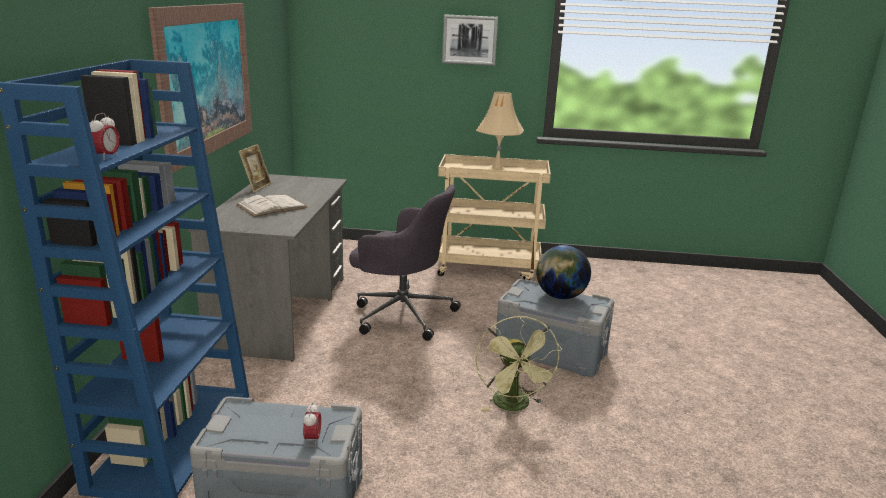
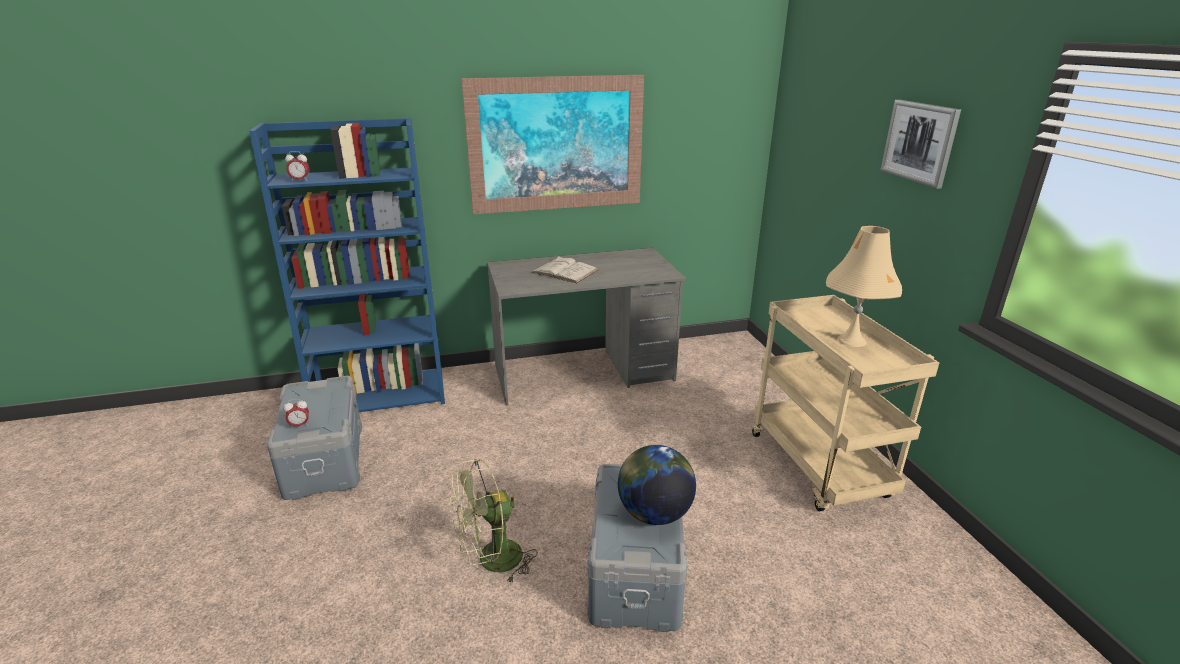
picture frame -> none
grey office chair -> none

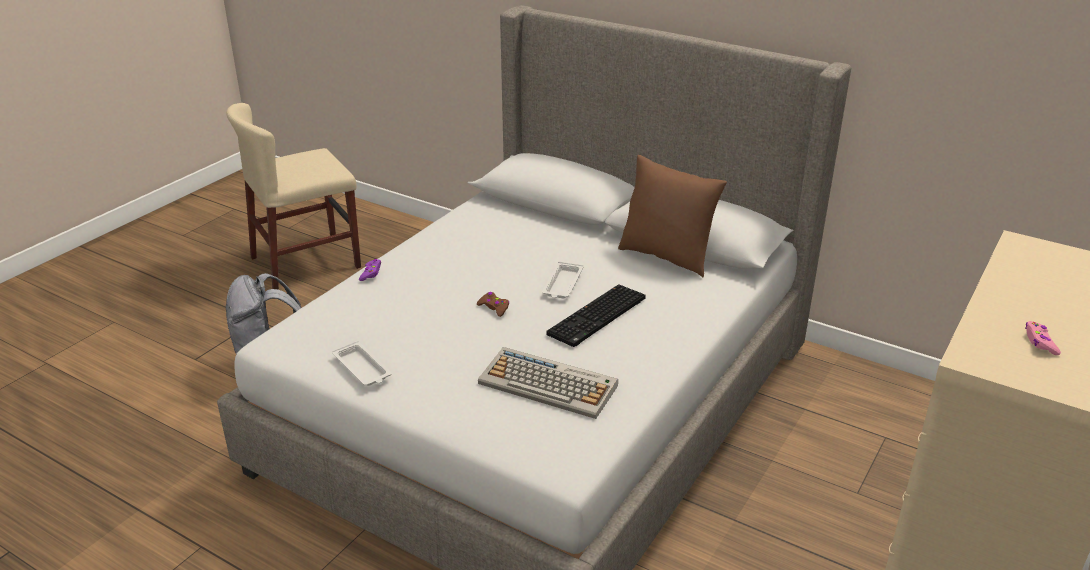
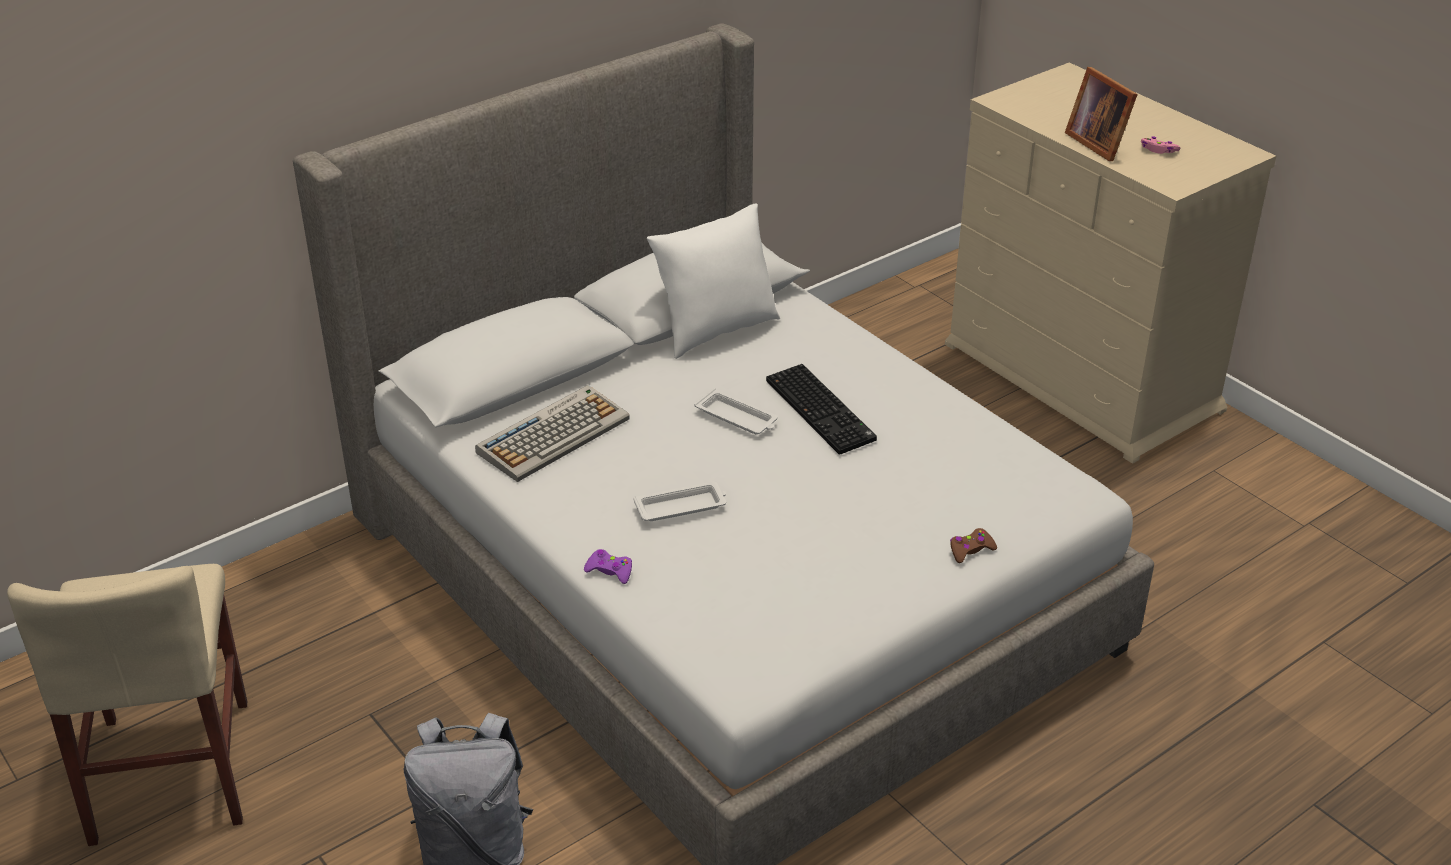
white tray (1st from left), move
brown game controller, move
keyboard (1st from left), move
brown pillow -> white pillow
none -> picture frame

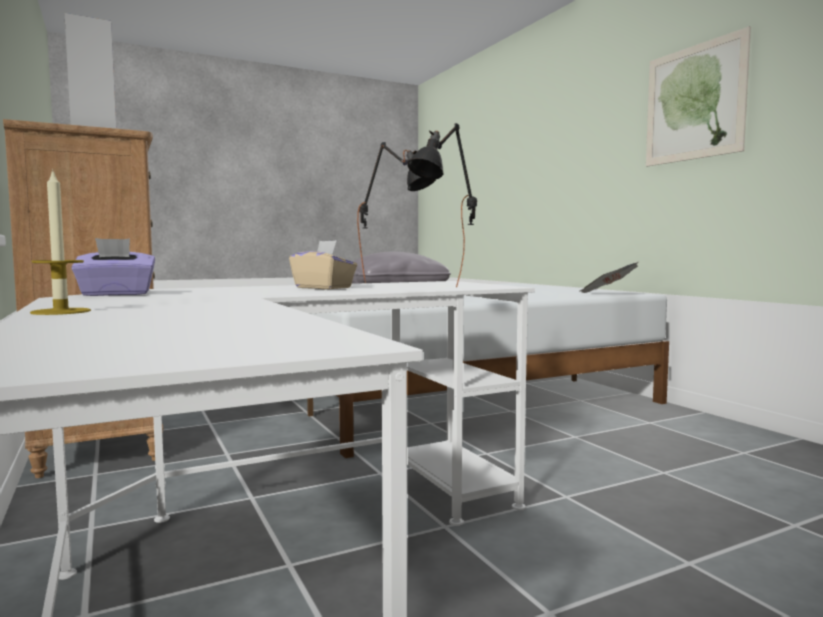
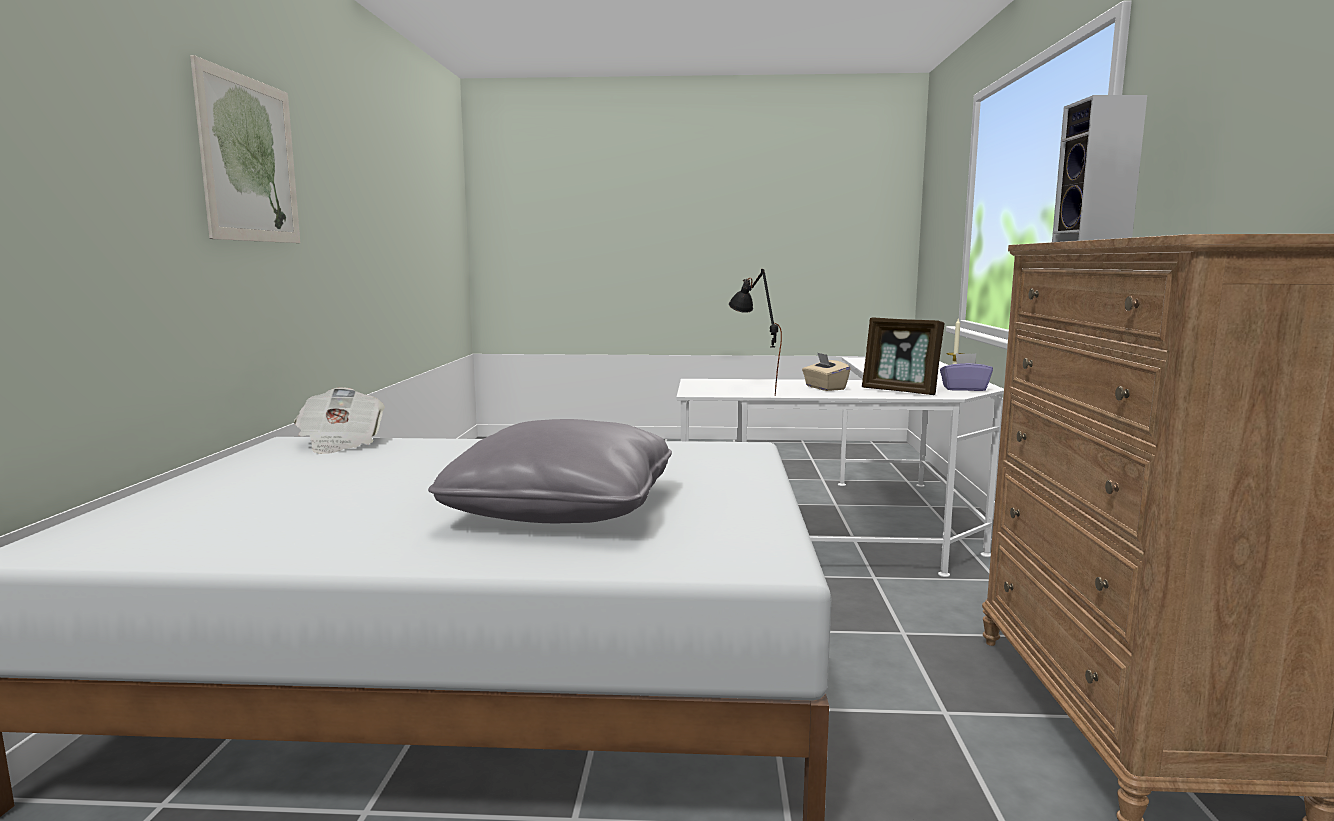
black table lamp (2nd from left) -> none
none -> picture frame

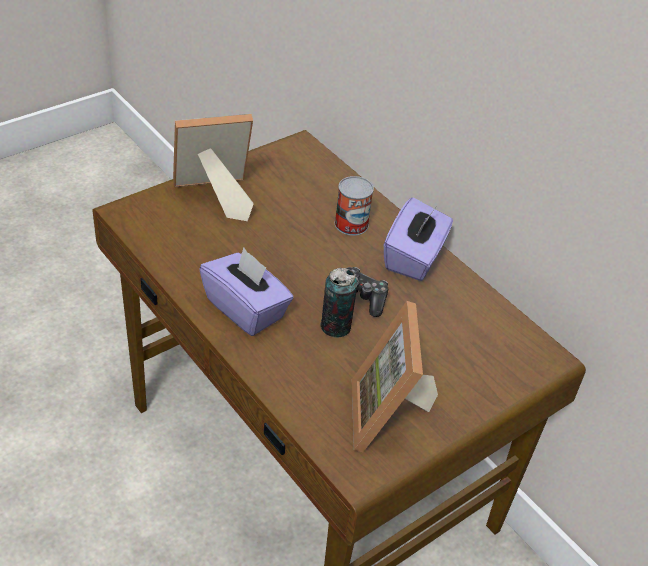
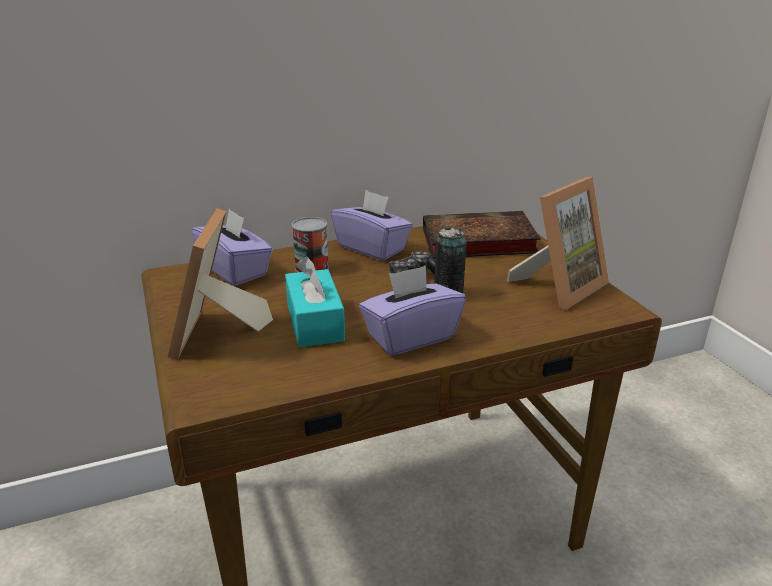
picture frame (2nd from left), 60 degrees counterclockwise
none -> purple tissue box (1st from left)
none -> turquoise tissue box
none -> book

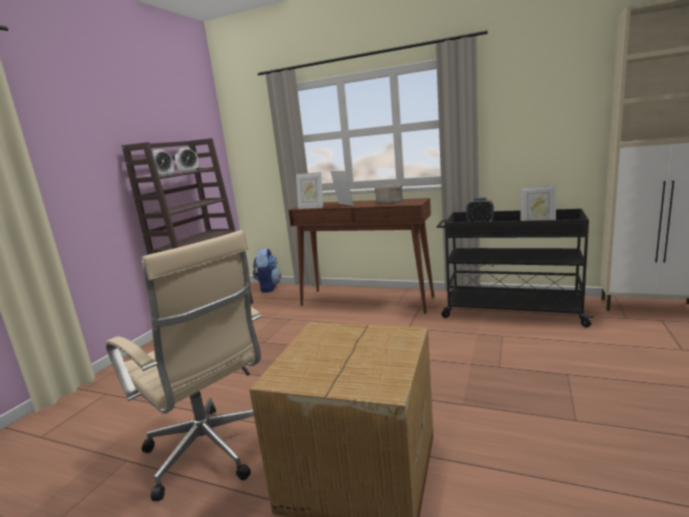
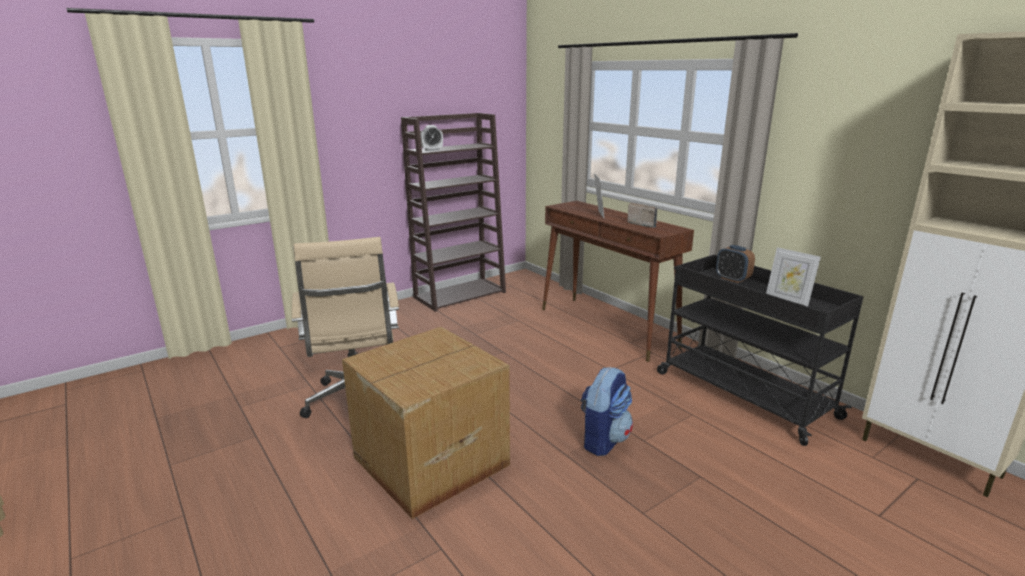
alarm clock (2nd from left) -> none
backpack, move
picture frame (1st from left) -> none

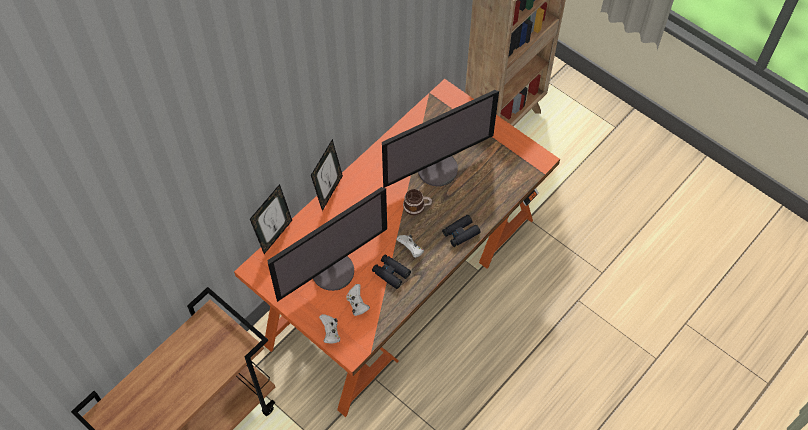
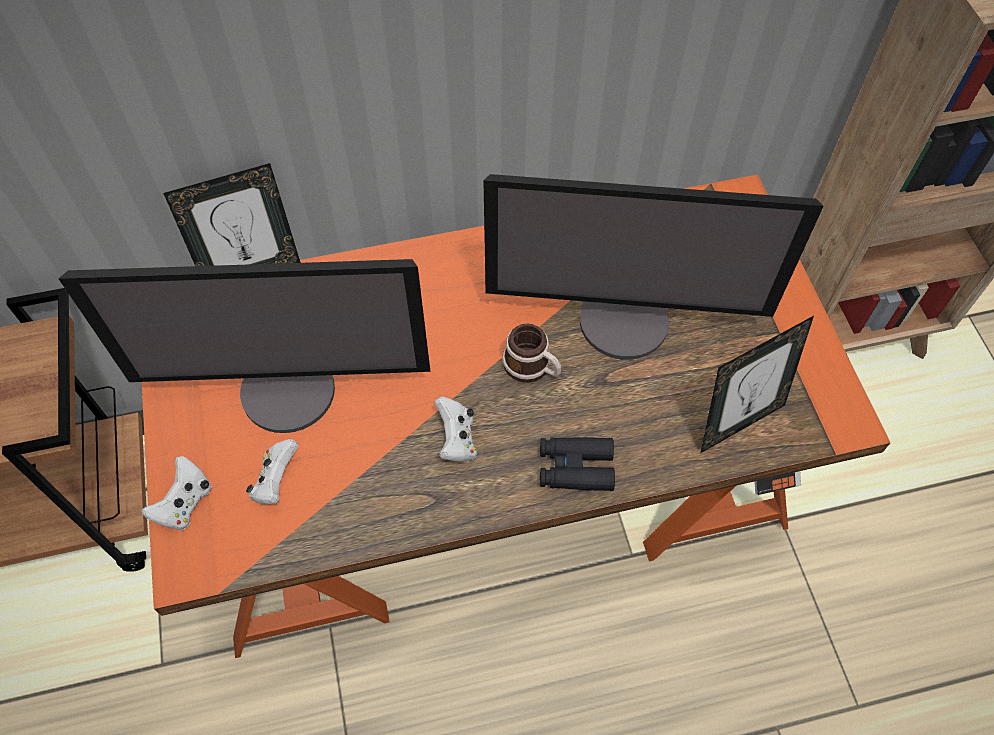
picture frame (2nd from left), move
black binoculars (1st from left) -> none

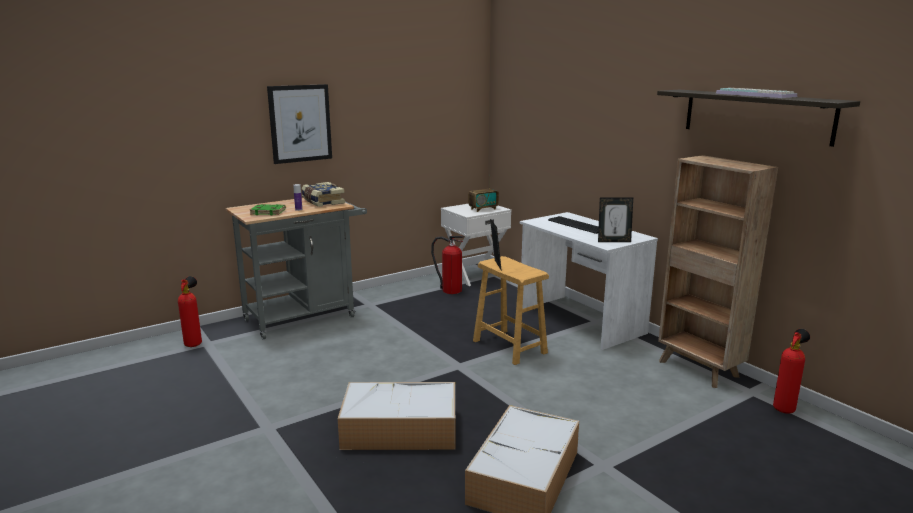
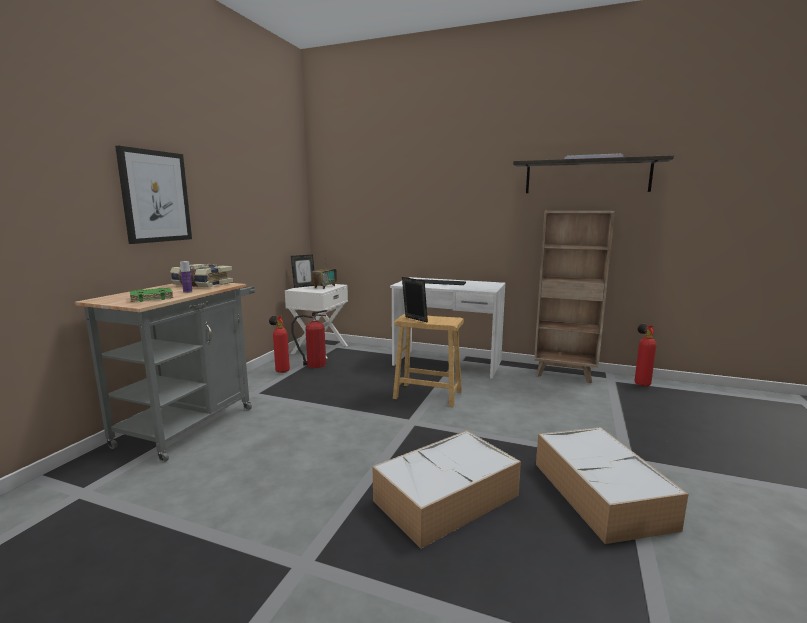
fire extinguisher (1st from left), move
picture frame (2nd from left in the first image) -> picture frame (1st from left), move

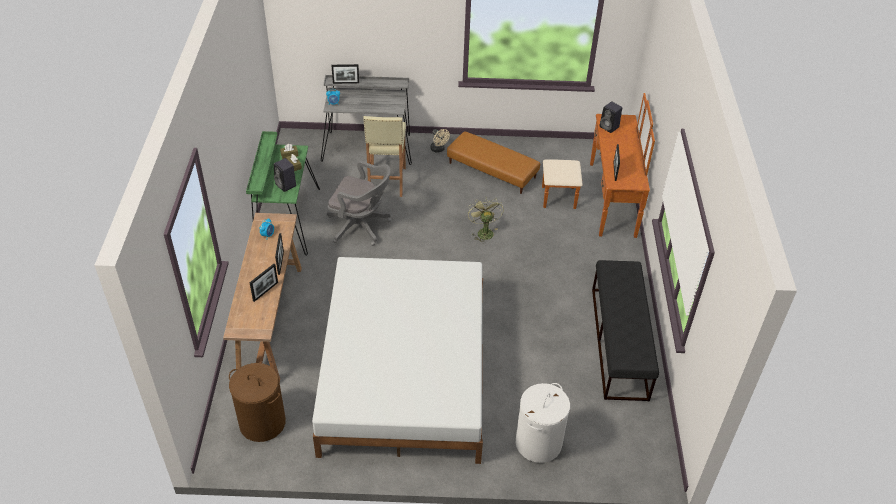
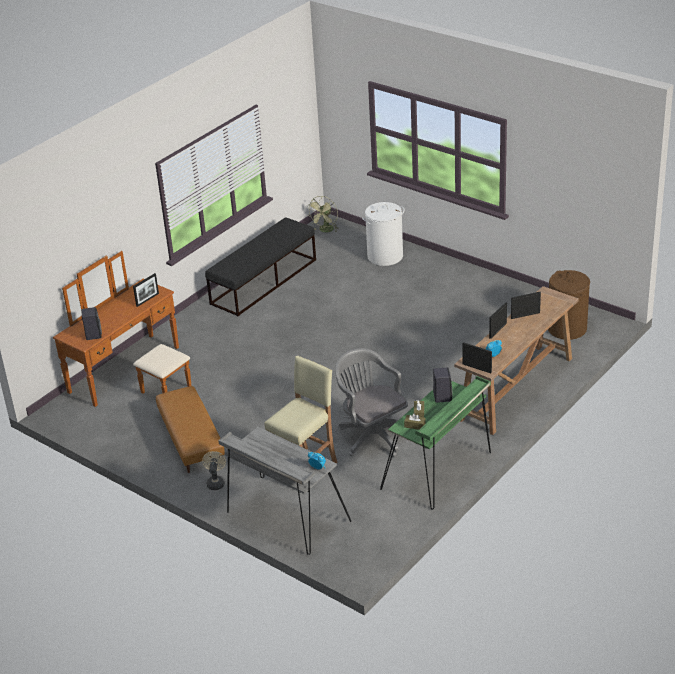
white bed -> none
picture frame (3rd from left in the first image) -> picture frame (2nd from left), move
green fan, move

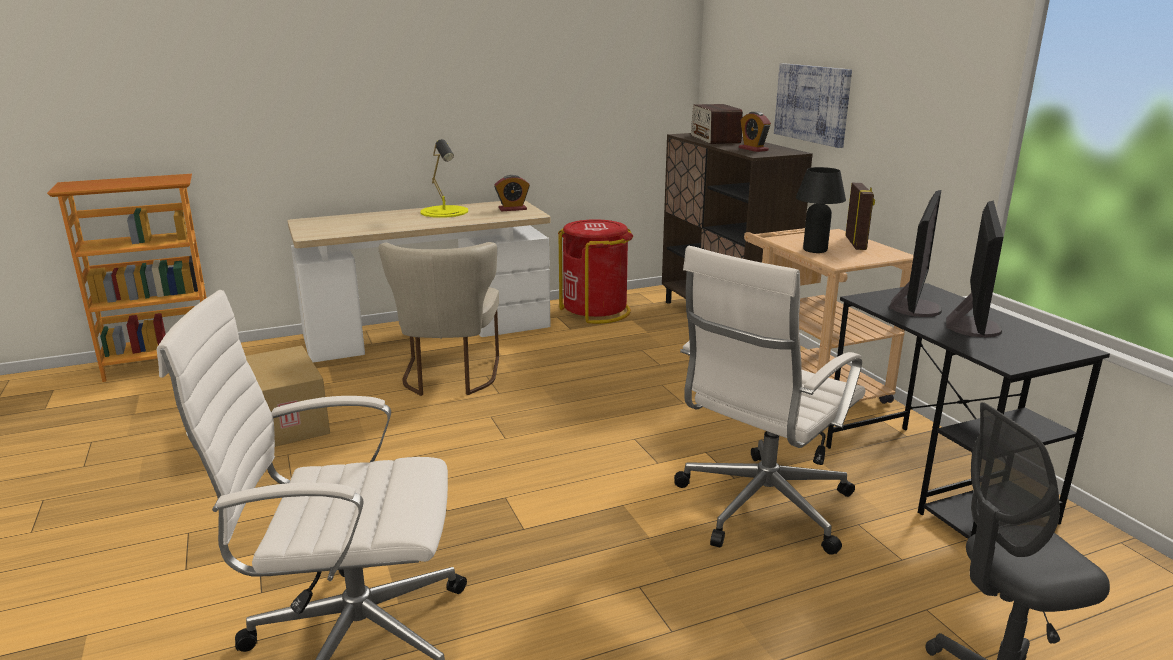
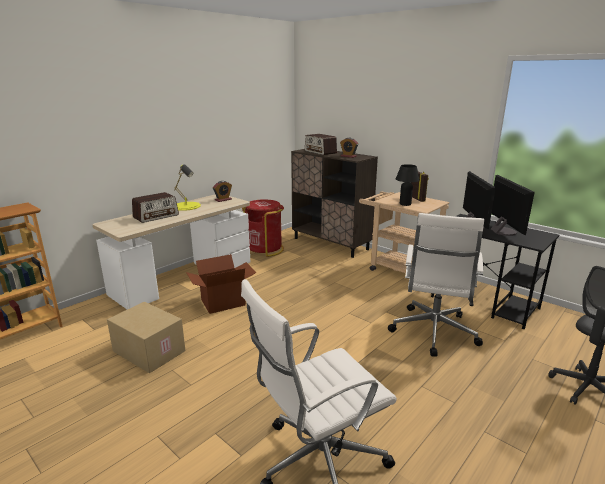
beige chair -> cardboard box (2nd from left)
picture -> none
none -> radio (1st from left)

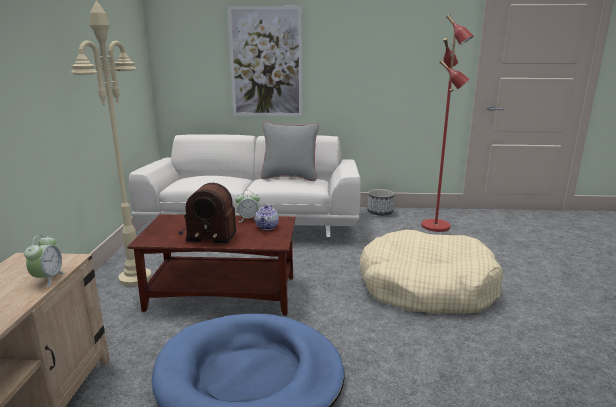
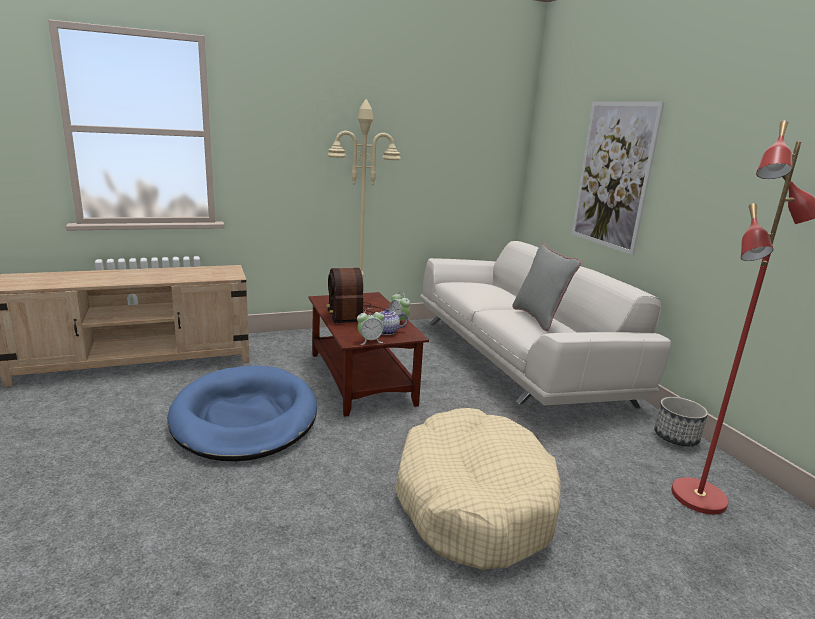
alarm clock (1st from left), move

